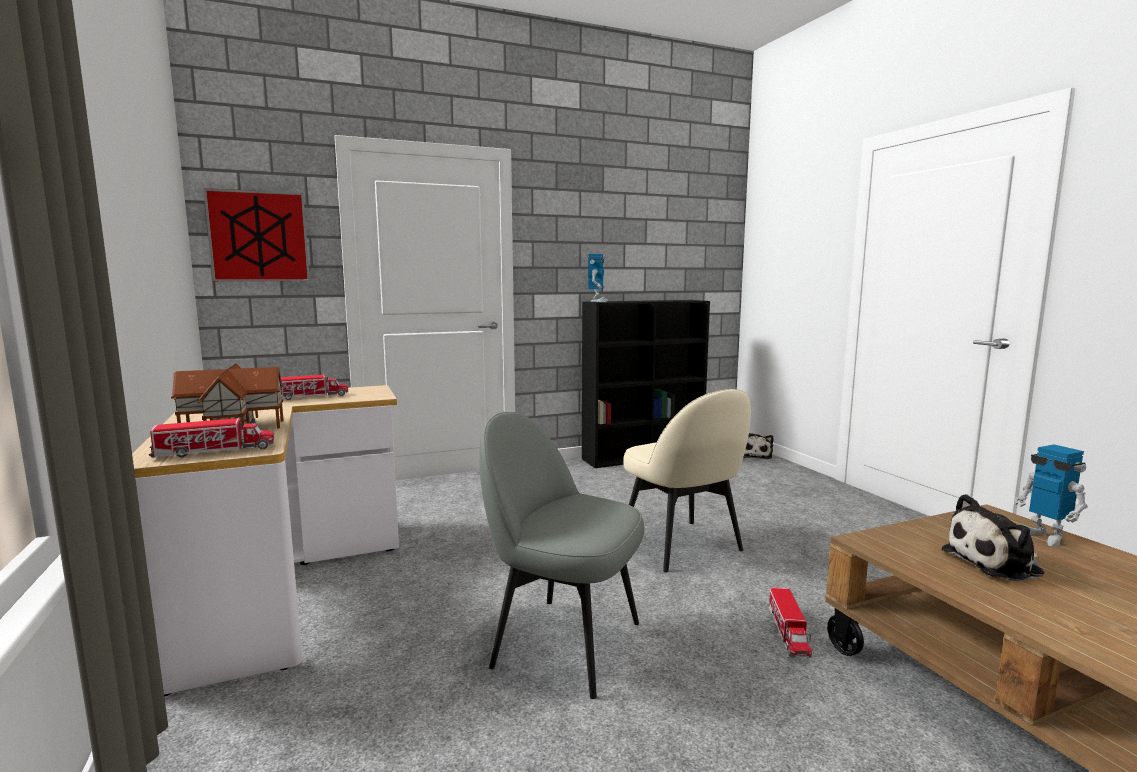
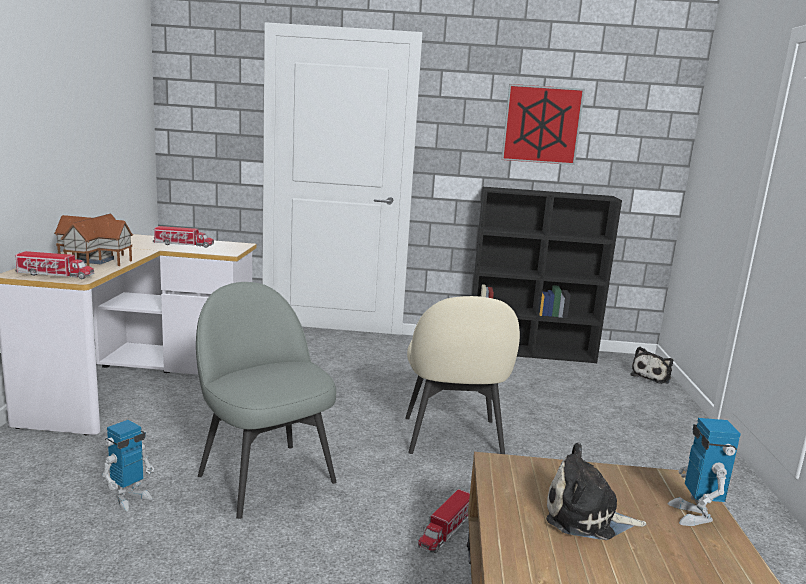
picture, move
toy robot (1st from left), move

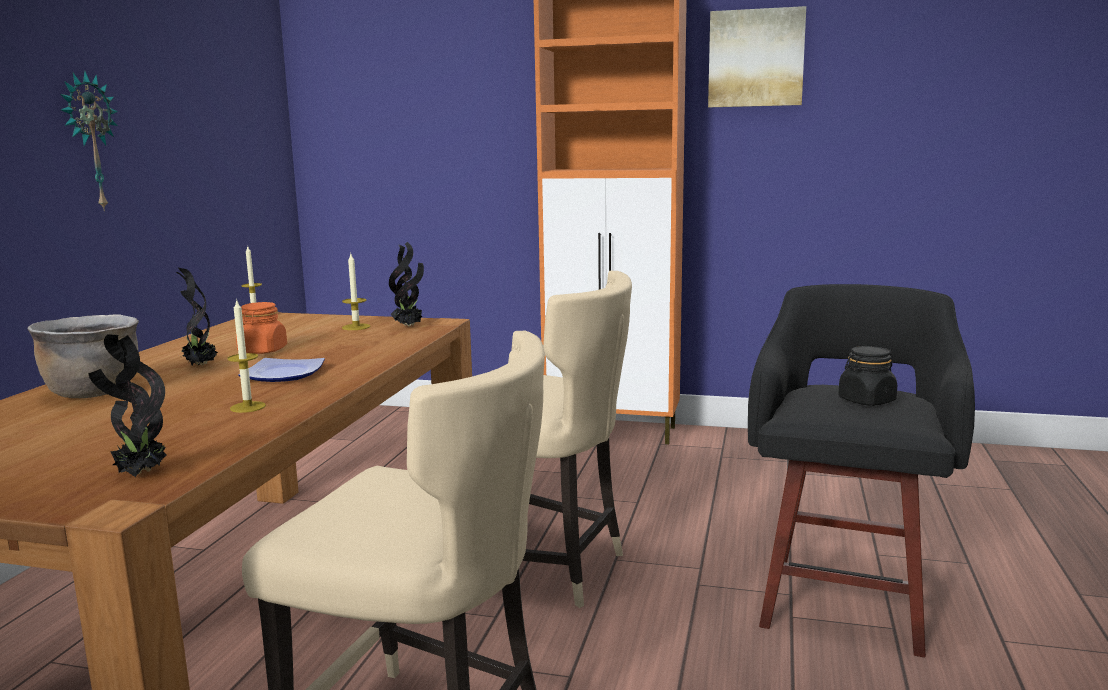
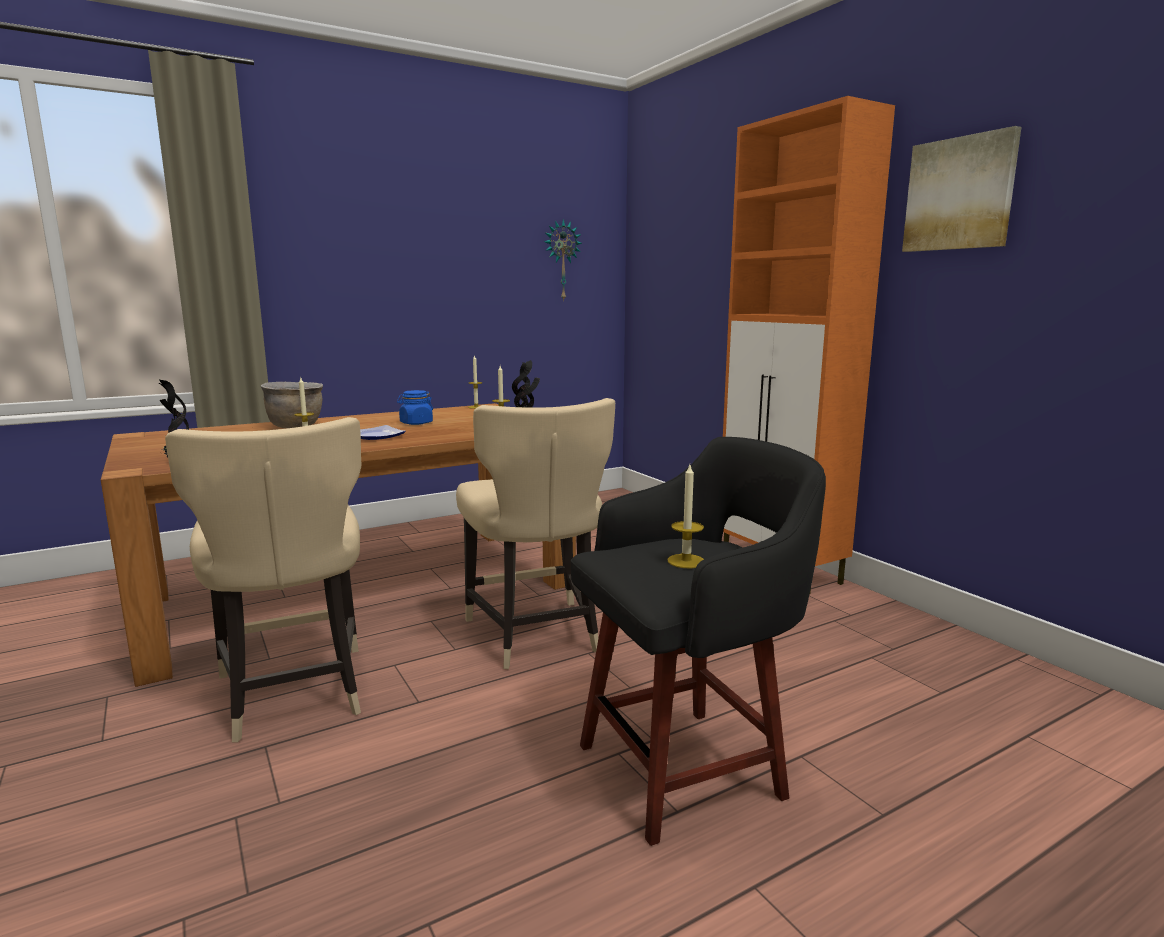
wall clock, move
potted plant (2nd from left) -> none
orange jar -> blue jar
black jar -> candle (4th from left)

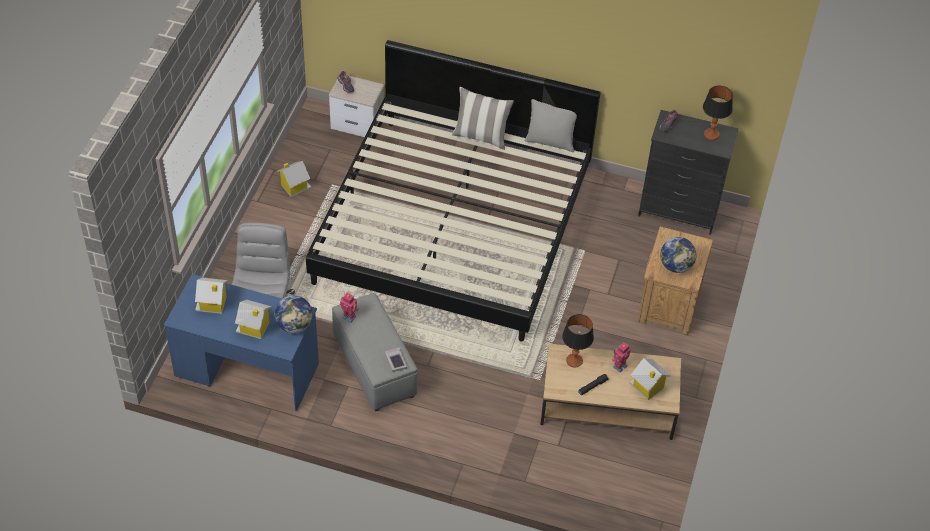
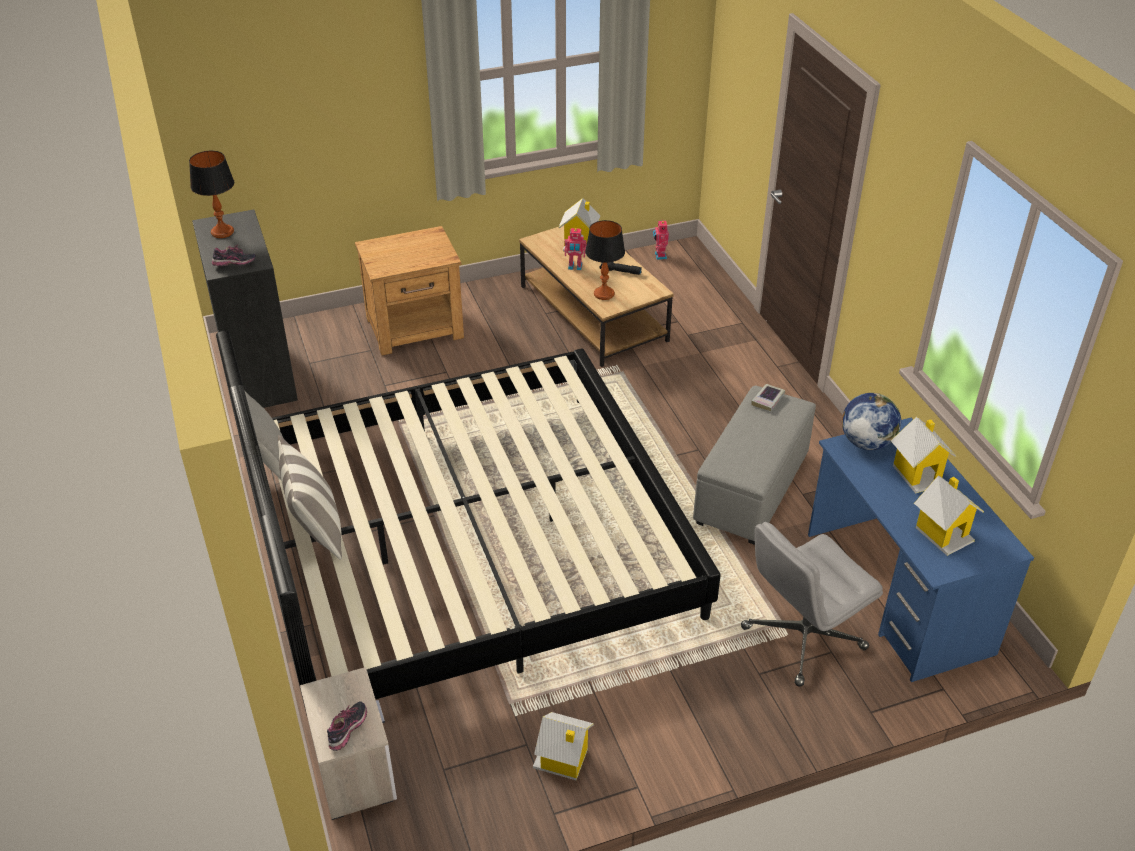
toy robot (1st from left in the first image) -> toy robot (2nd from left), move
globe (2nd from left) -> none

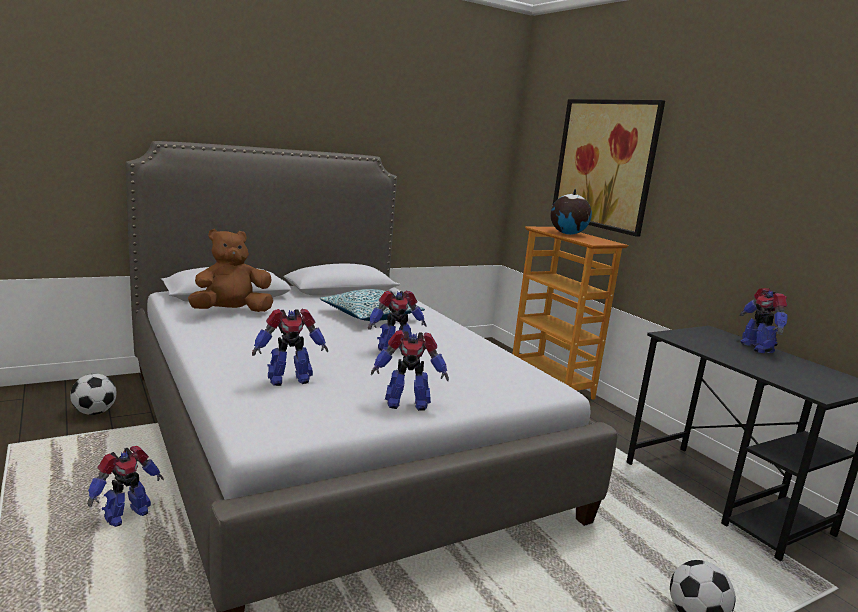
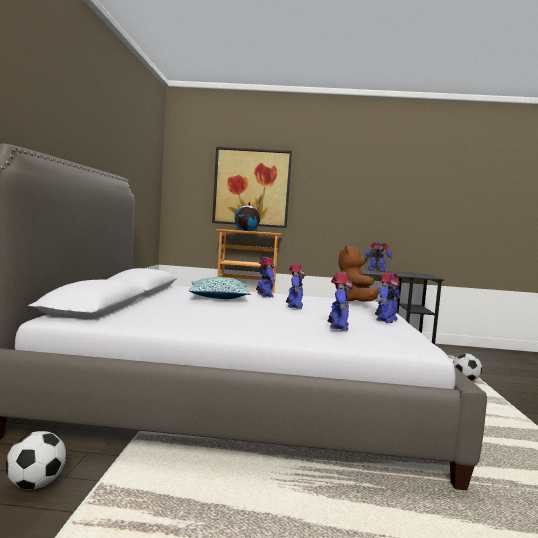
toy robot (1st from left), move
brown plush toy, move

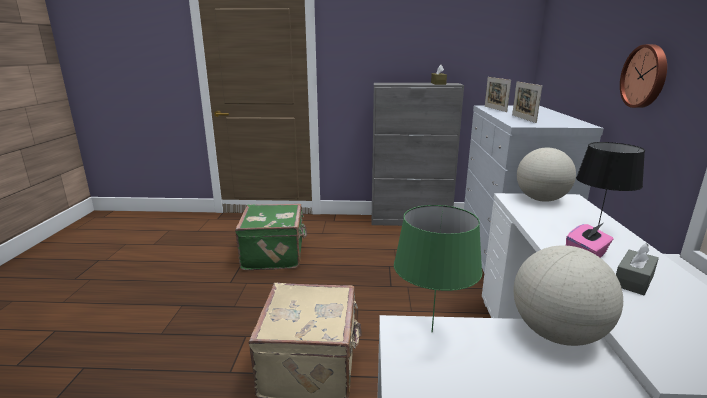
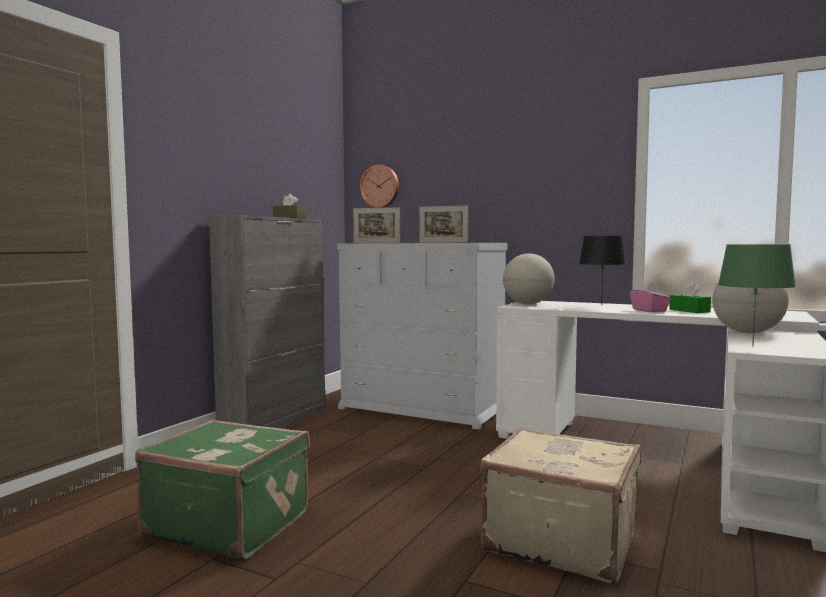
grey tissue box -> green tissue box
wall clock, move

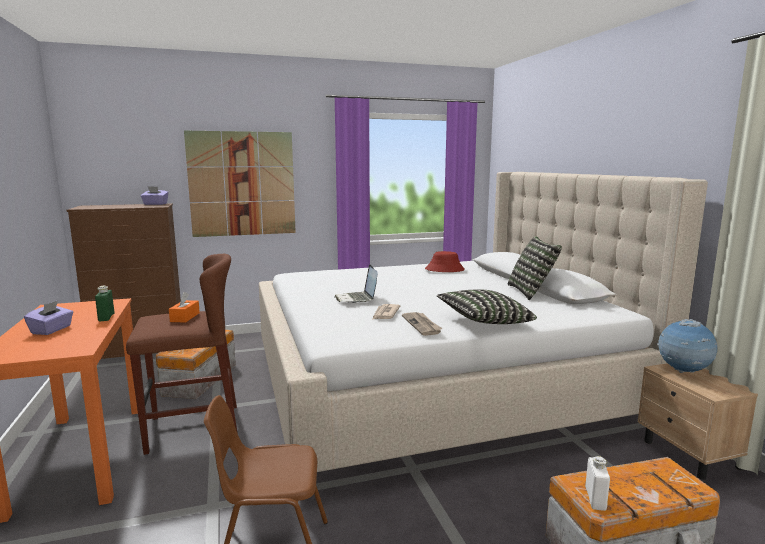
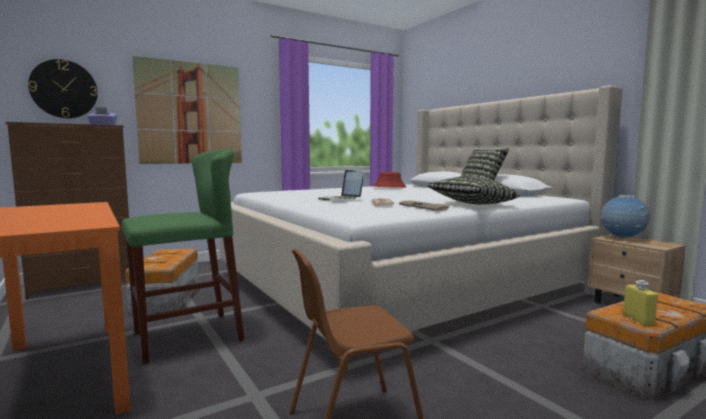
purple tissue box (1st from left) -> none
green bottle -> none
brown stool -> green stool
orange tissue box -> none
white bottle -> yellow bottle
none -> wall clock

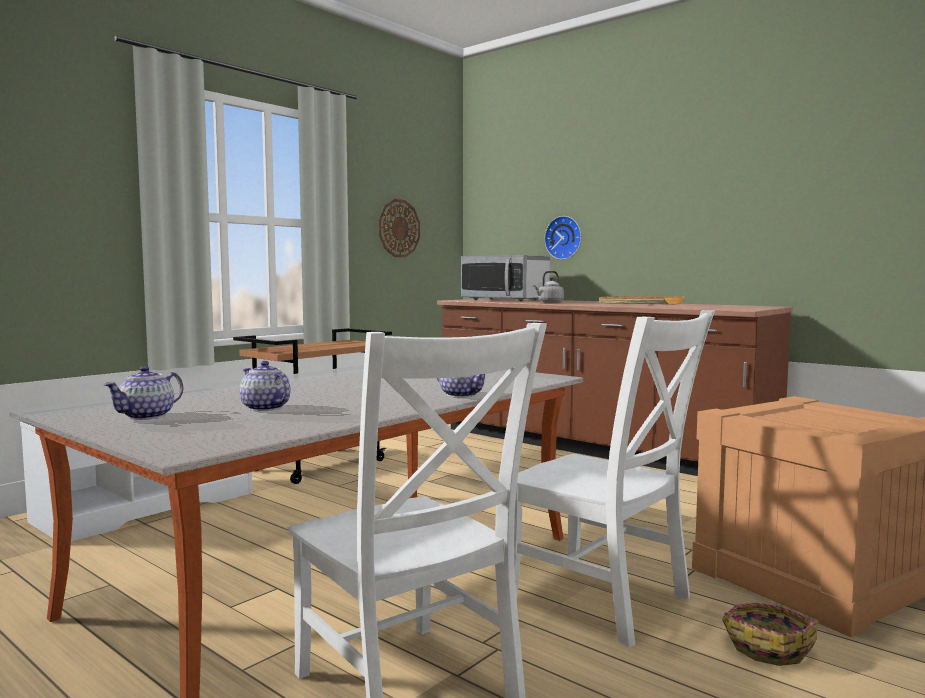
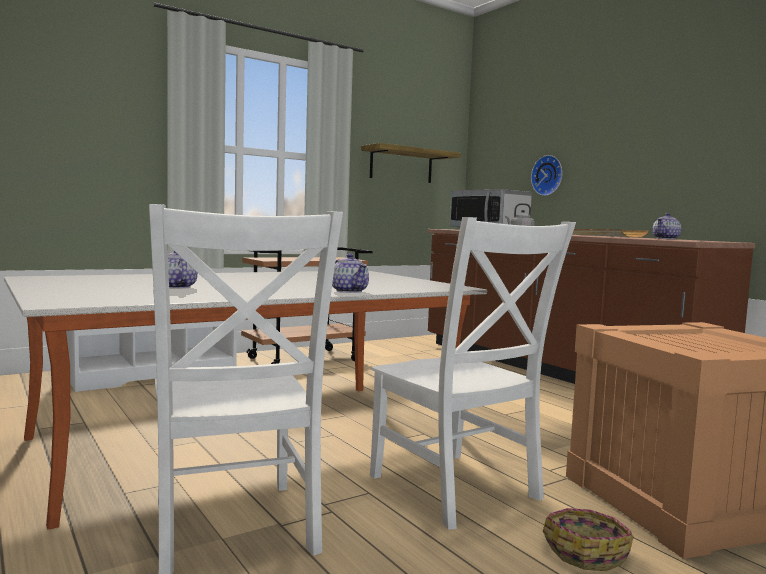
teapot (1st from left in the first image) -> teapot (3rd from left), move
wall clock (1st from left) -> shelf

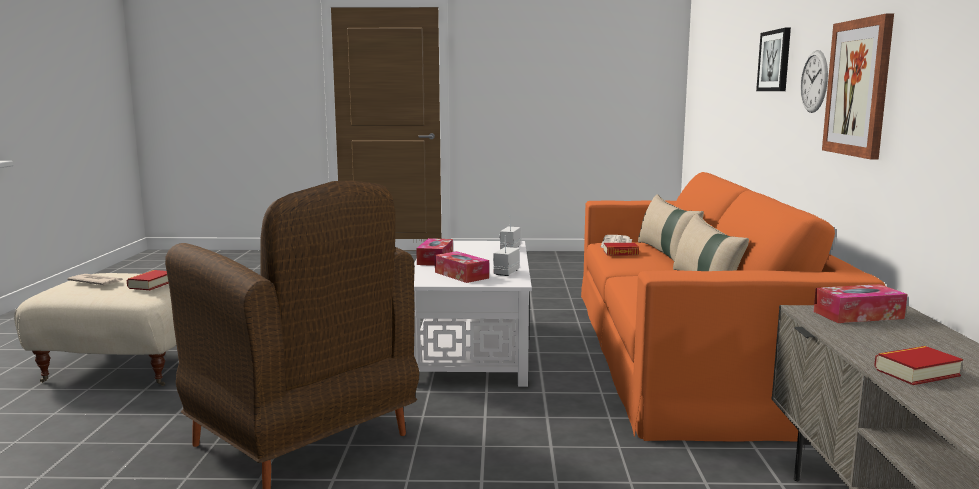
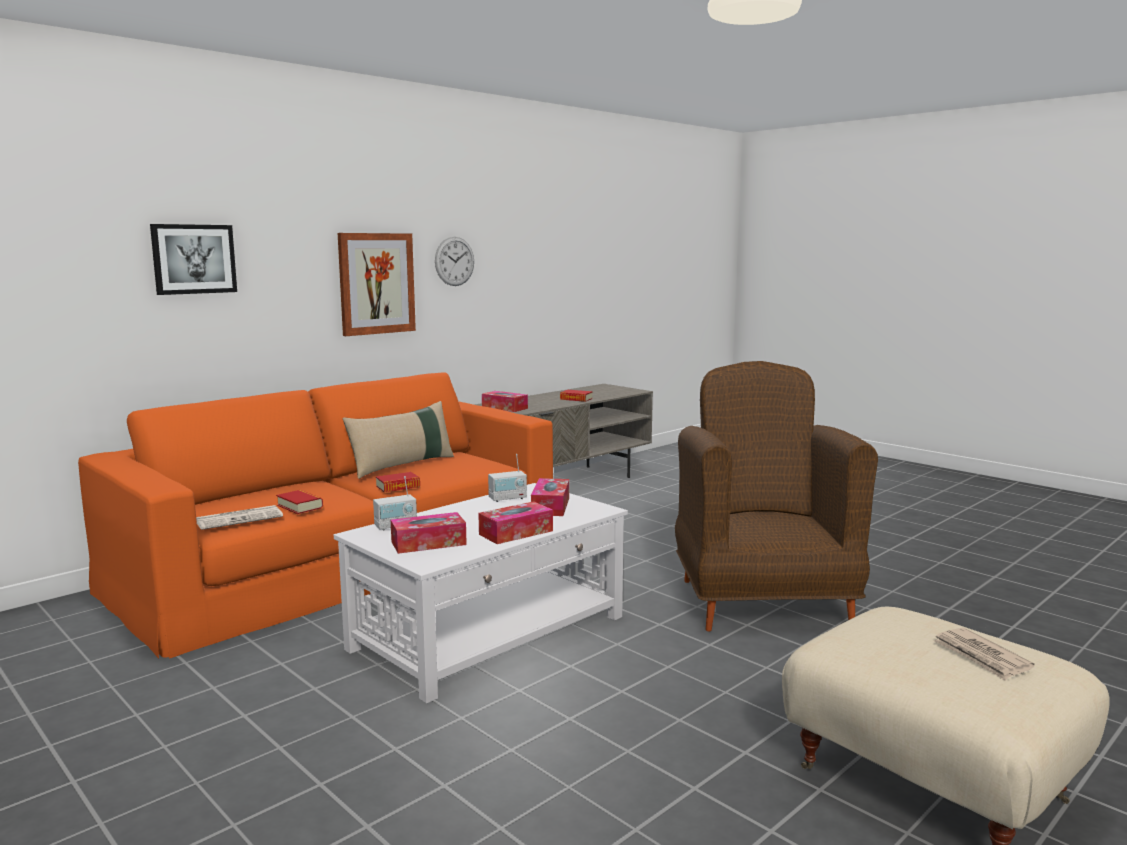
book (1st from left in the first image) -> book (2nd from left), move
beige pillow (1st from left) -> none
wall clock, move
none -> tissue box (1st from left)

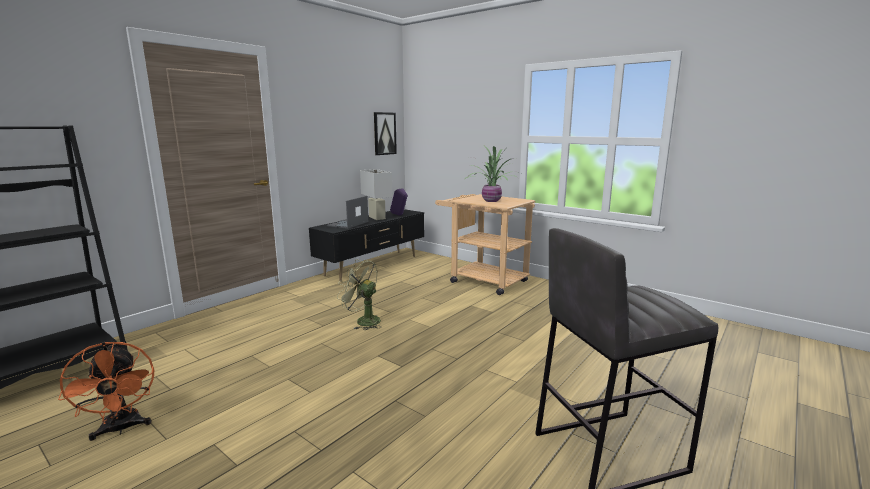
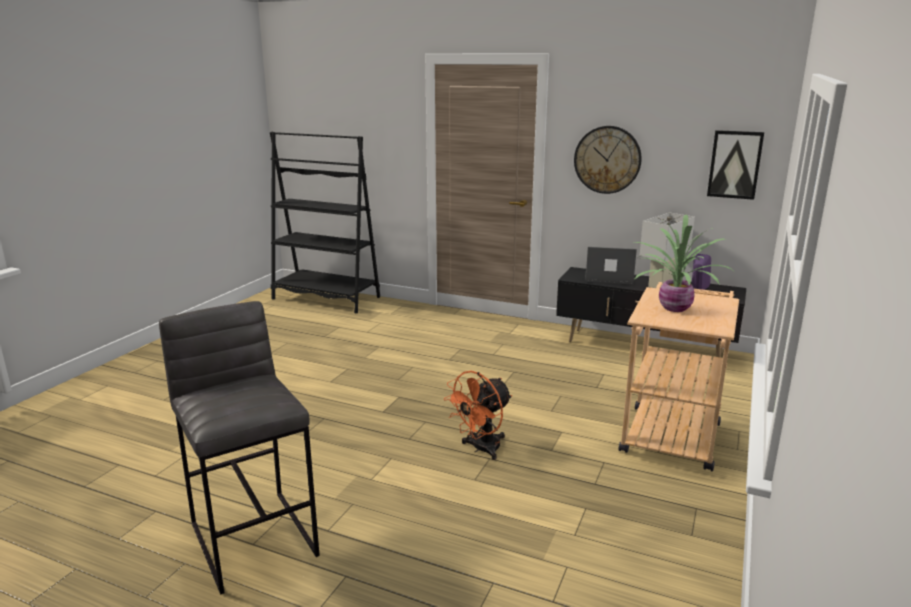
orange fan, move
green fan -> none
none -> wall clock

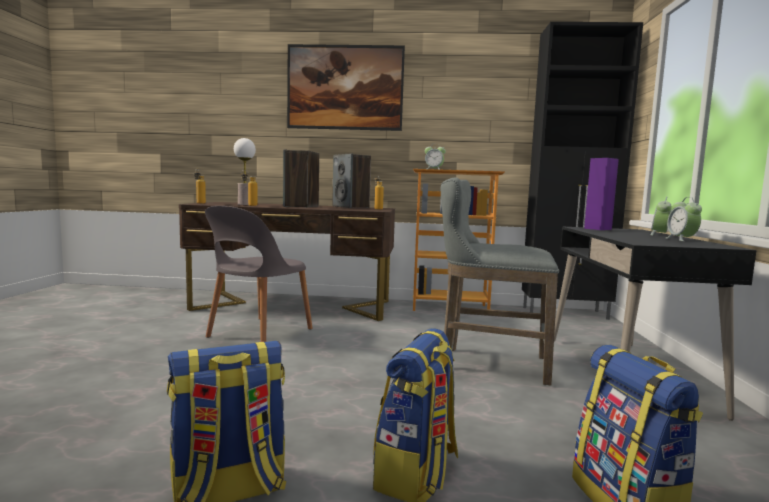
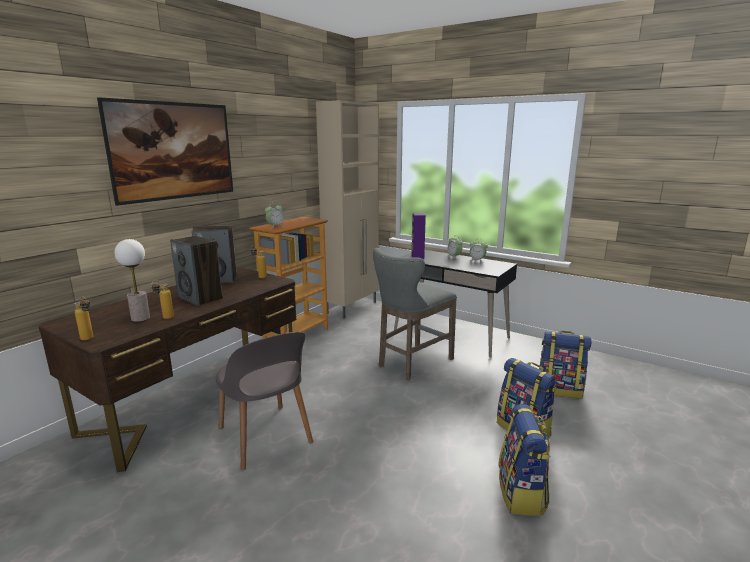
black cabinet -> beige cabinet

